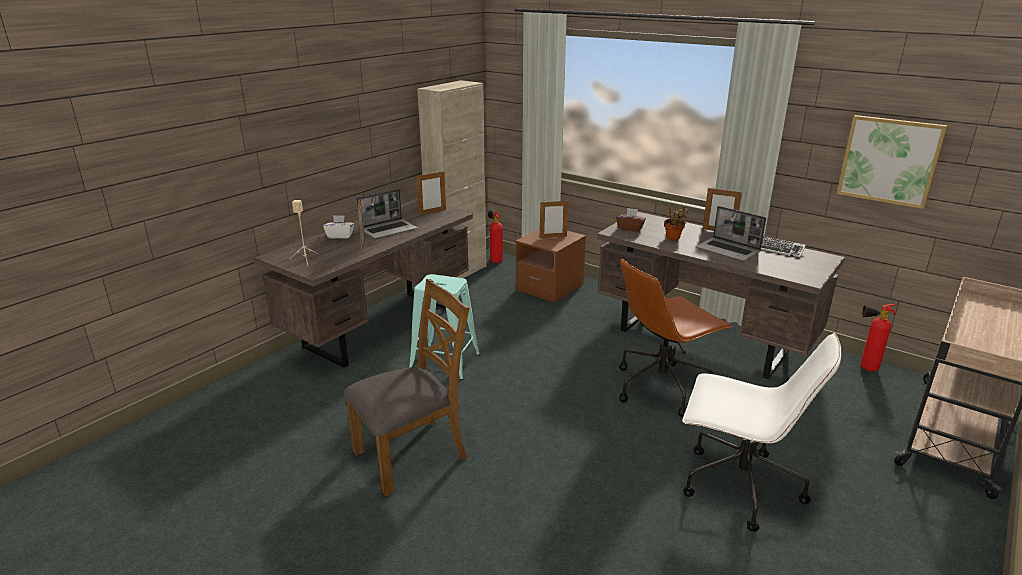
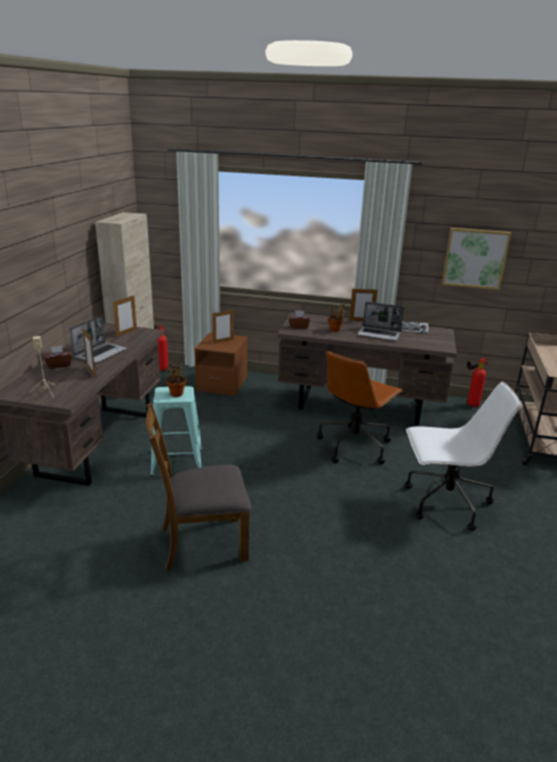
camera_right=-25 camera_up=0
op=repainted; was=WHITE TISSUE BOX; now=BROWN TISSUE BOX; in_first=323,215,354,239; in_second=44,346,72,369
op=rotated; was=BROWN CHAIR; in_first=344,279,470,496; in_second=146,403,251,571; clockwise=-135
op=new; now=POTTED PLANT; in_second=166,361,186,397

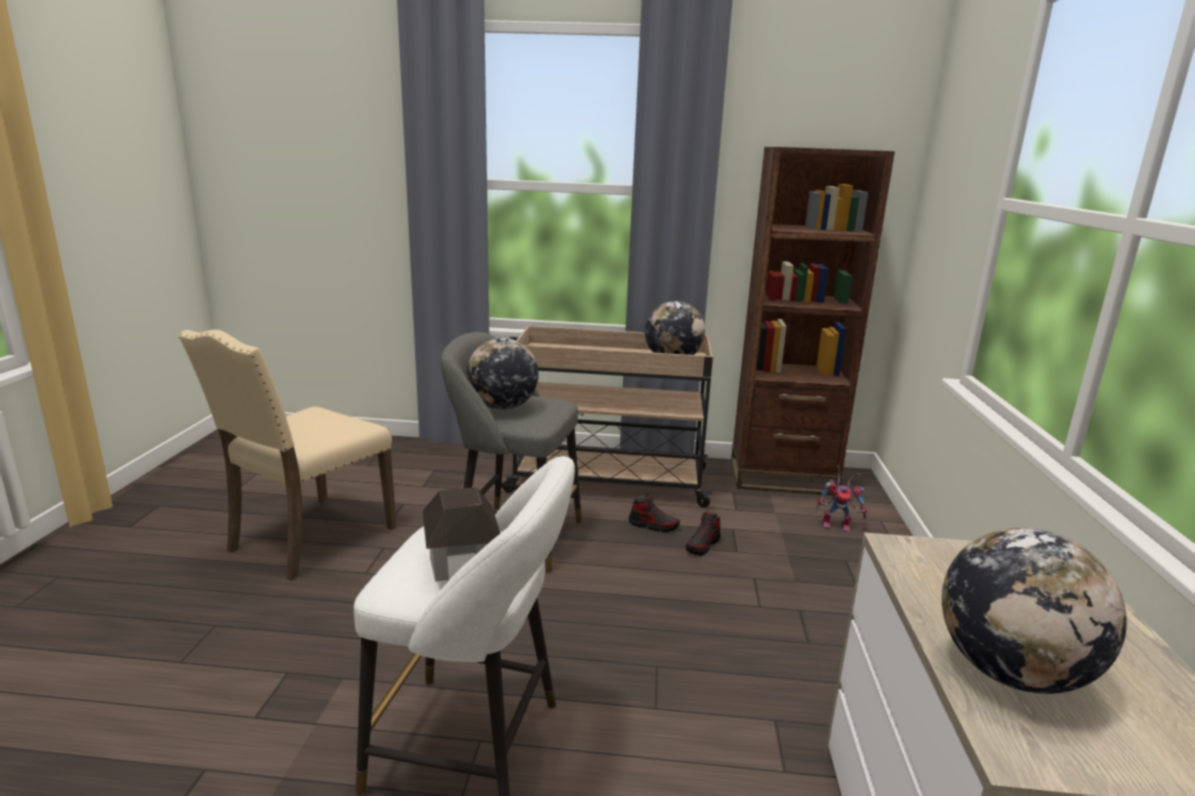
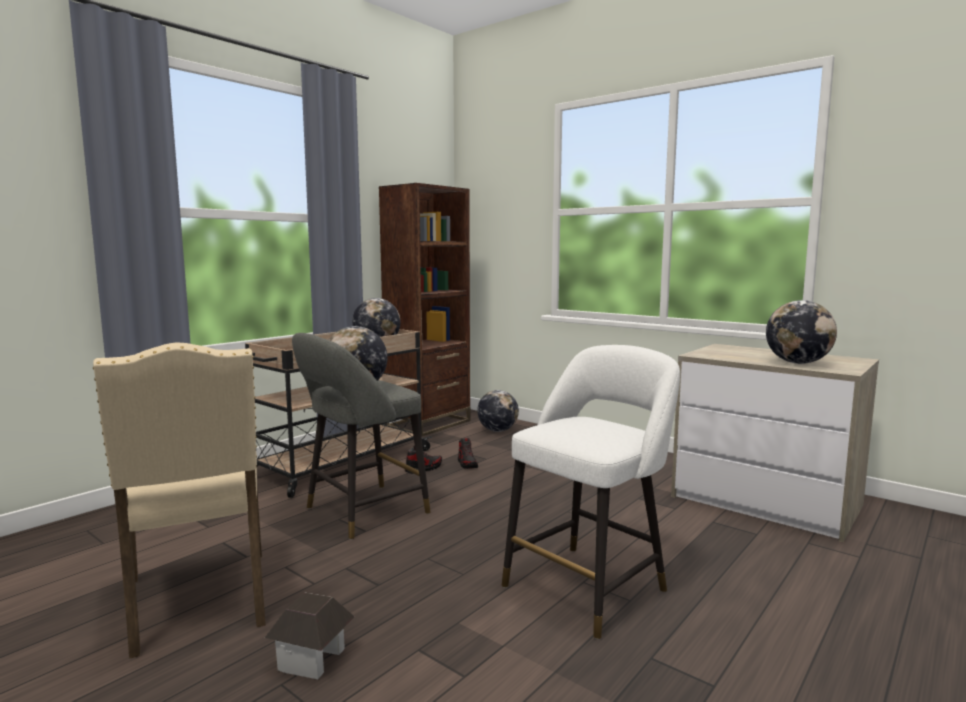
camera_right=-55 camera_up=-10
op=swapped; was=TOY ROBOT; now=GLOBE; in_first=817,465,867,532; in_second=477,390,519,432
op=shifted; was=TOY HOUSE; in_first=423,487,500,582; in_second=265,593,355,679

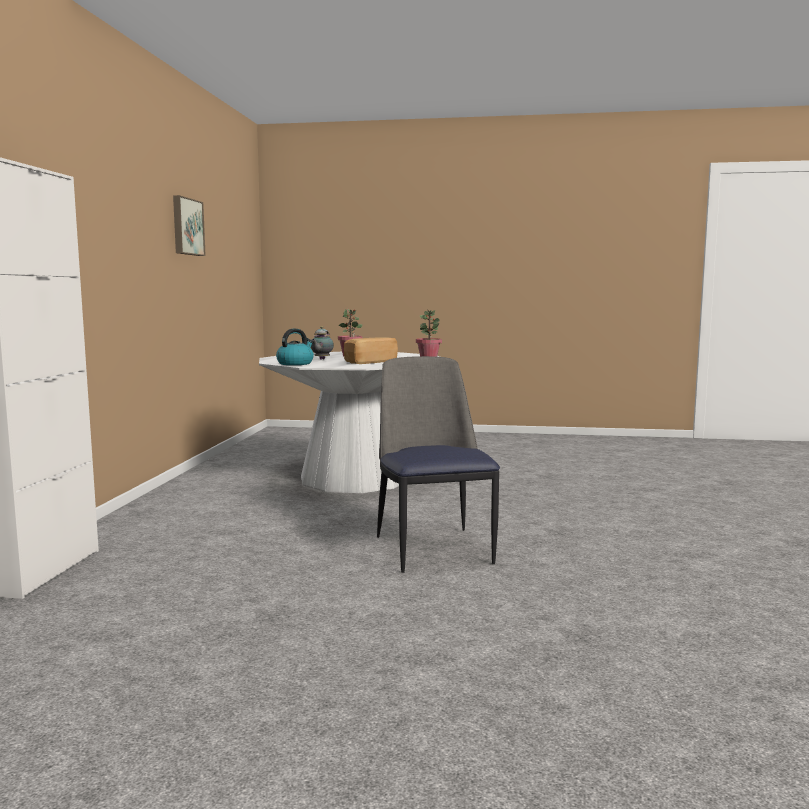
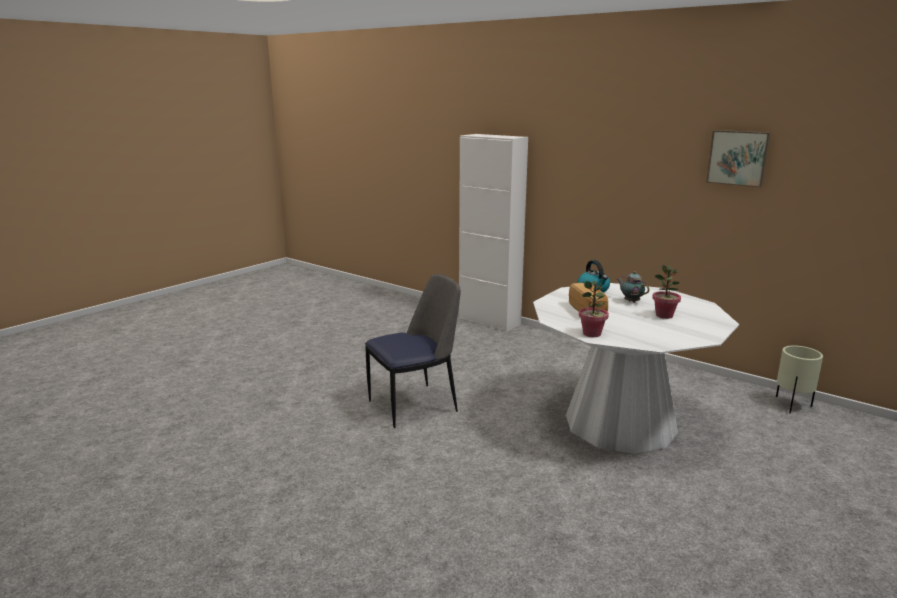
camera_right=120 camera_up=10
op=rotated; was=CHAIR; in_first=377,356,500,573; in_second=365,274,461,428; clockwise=-45
op=new; now=BEIGE PLANTER; in_second=776,345,823,414

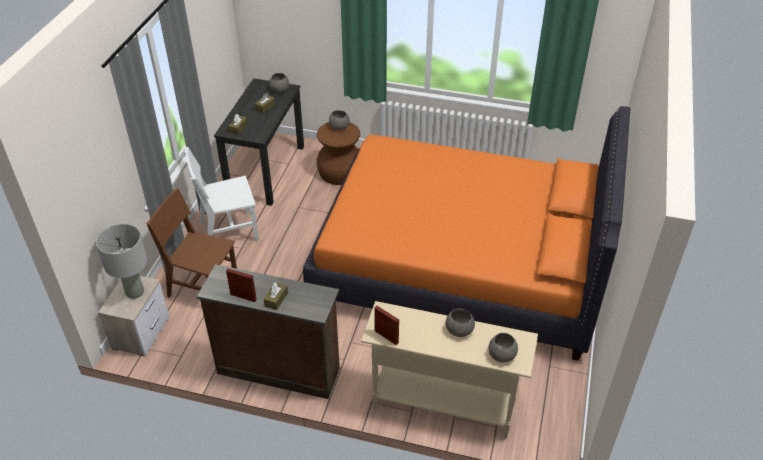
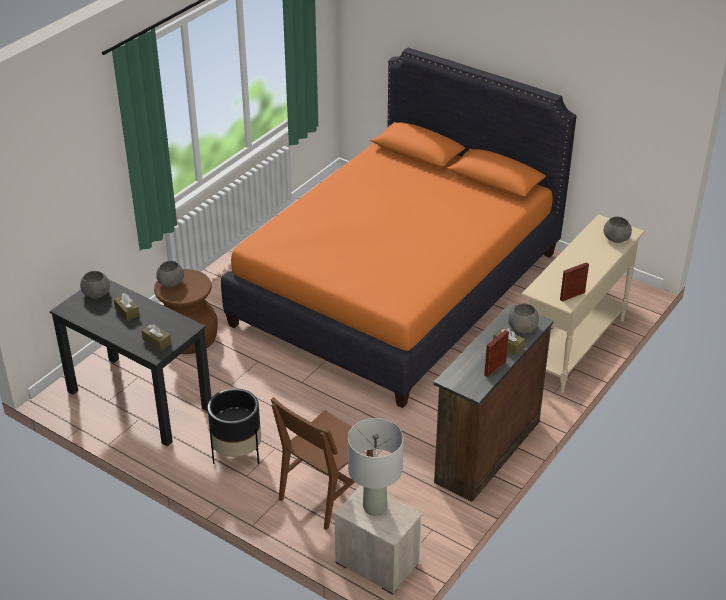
camera_right=-70 camera_up=-5
op=swapped; was=WHITE CHAIR; now=BLACK PLANTER; in_first=184,147,259,241; in_second=207,388,261,464
op=shifted; was=GREY BOWL; in_first=446,308,475,337; in_second=508,303,539,333

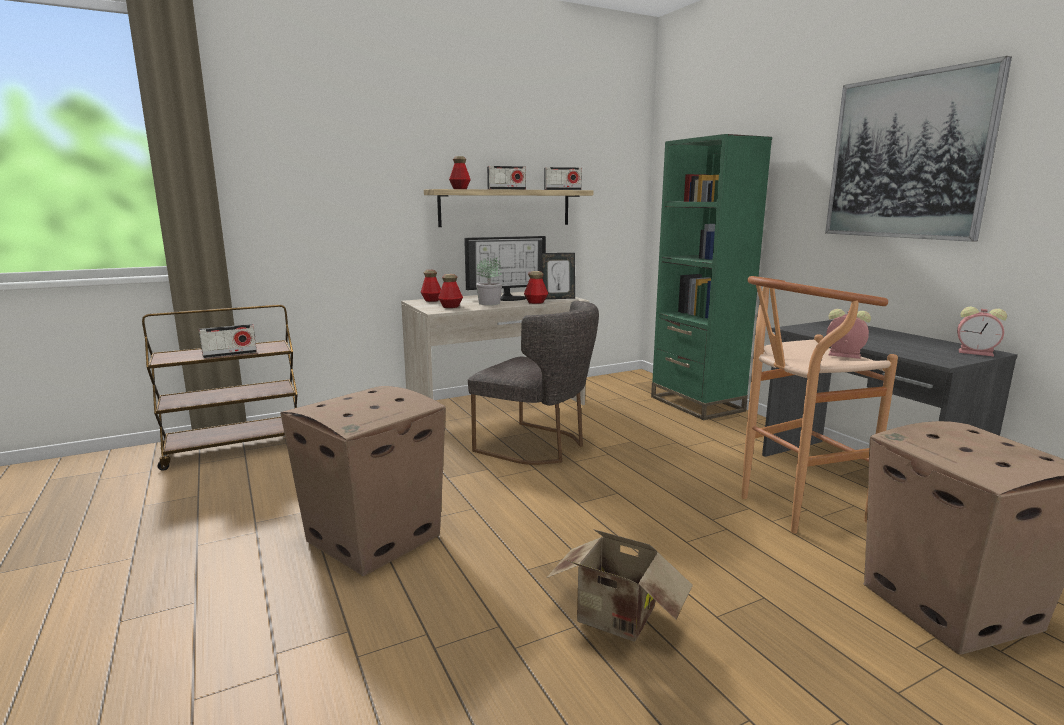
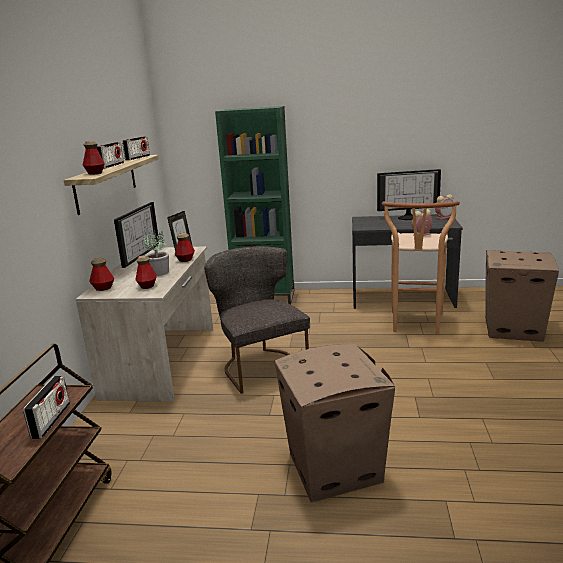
camera_right=-55 camera_up=5
op=gone; was=PICTURE; in_first=825,56,1012,242
op=rotated; was=GREY CHAIR; in_first=468,301,599,465; in_second=204,246,310,394; clockwise=-90
op=gone; was=CARDBOARD BOX; in_first=547,529,693,642
op=new; now=MONITOR; in_second=377,169,441,220

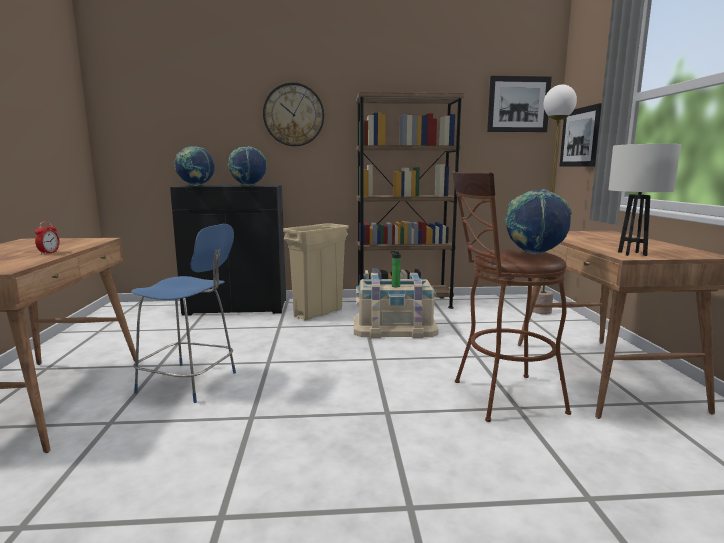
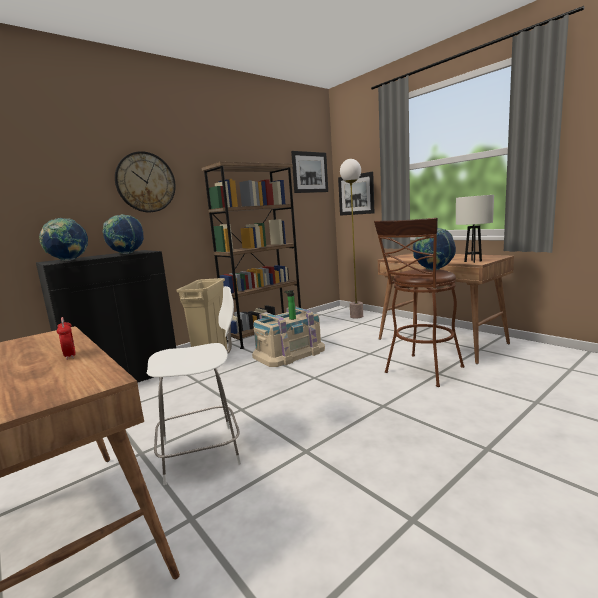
camera_right=-35 camera_up=0
op=repainted; was=BLUE CHAIR; now=WHITE CHAIR; in_first=131,224,236,403; in_second=147,286,241,485

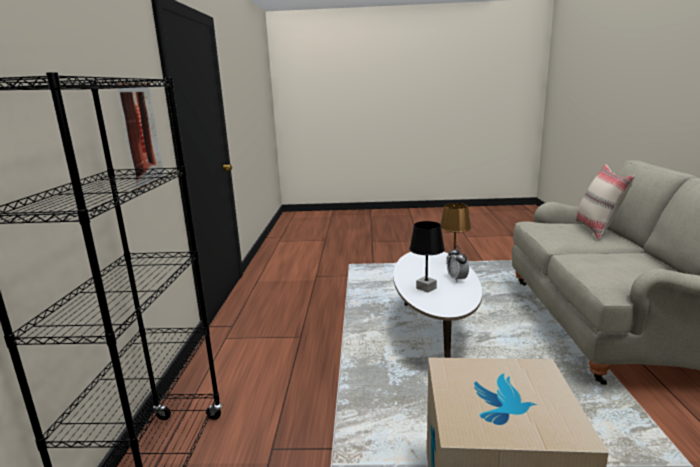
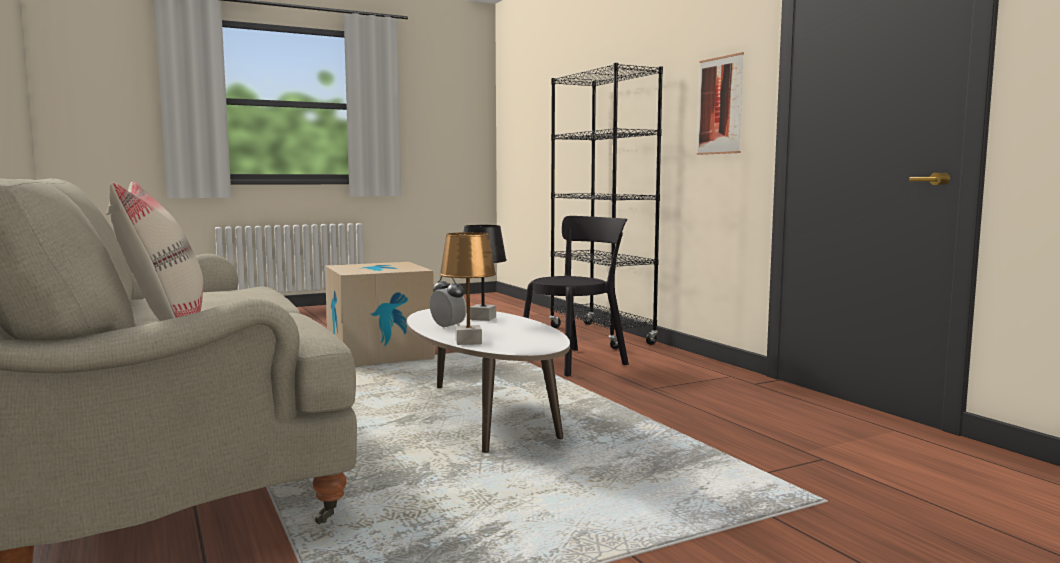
camera_right=150 camera_up=-10
op=new; now=BLACK CHAIR; in_second=523,216,629,377

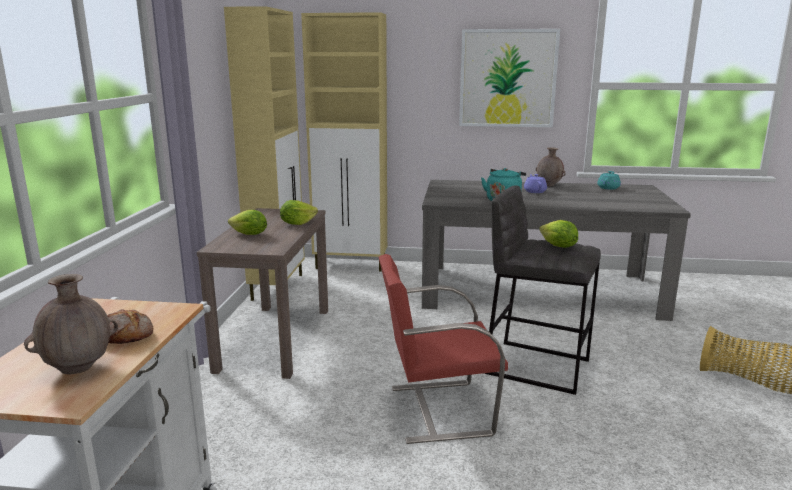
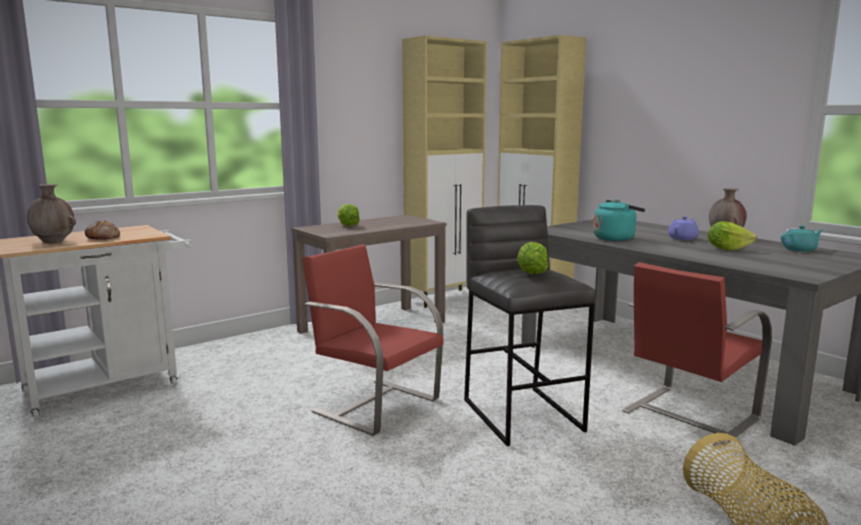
camera_right=45 camera_up=-5
op=gone; was=PICTURE; in_first=459,29,560,127
op=shifted; was=LETTUCE; in_first=280,200,318,225; in_second=708,221,757,251
op=new; now=RED CHAIR; in_second=622,262,772,448

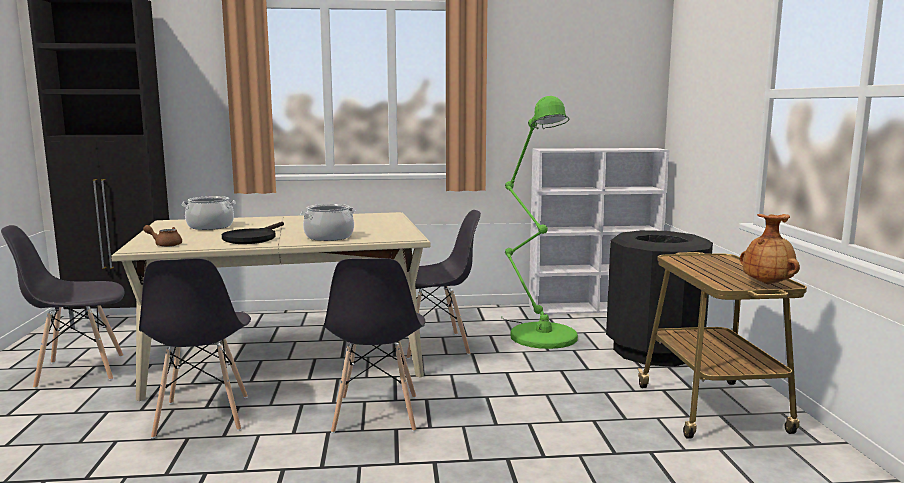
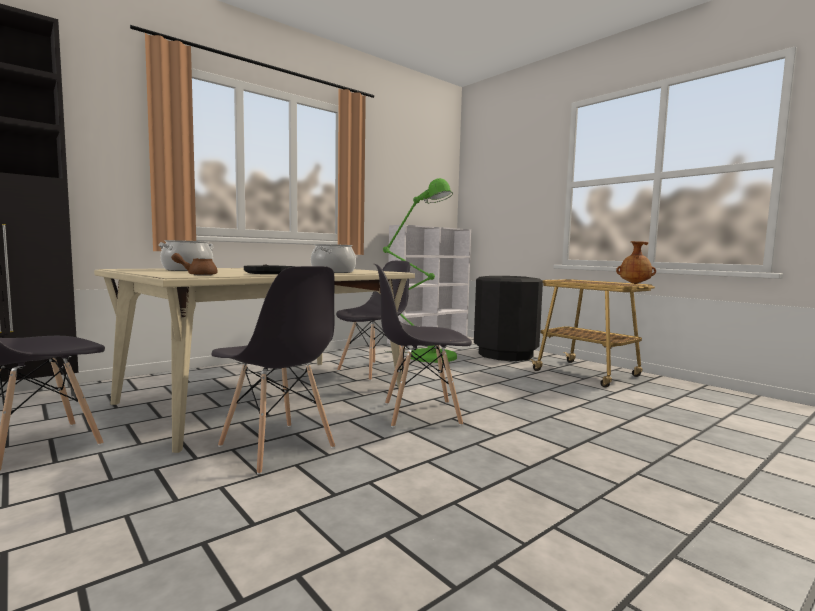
camera_right=-35 camera_up=-5
op=rotated; was=GREY CHAIR; in_first=323,258,425,433; in_second=374,264,472,427; clockwise=120

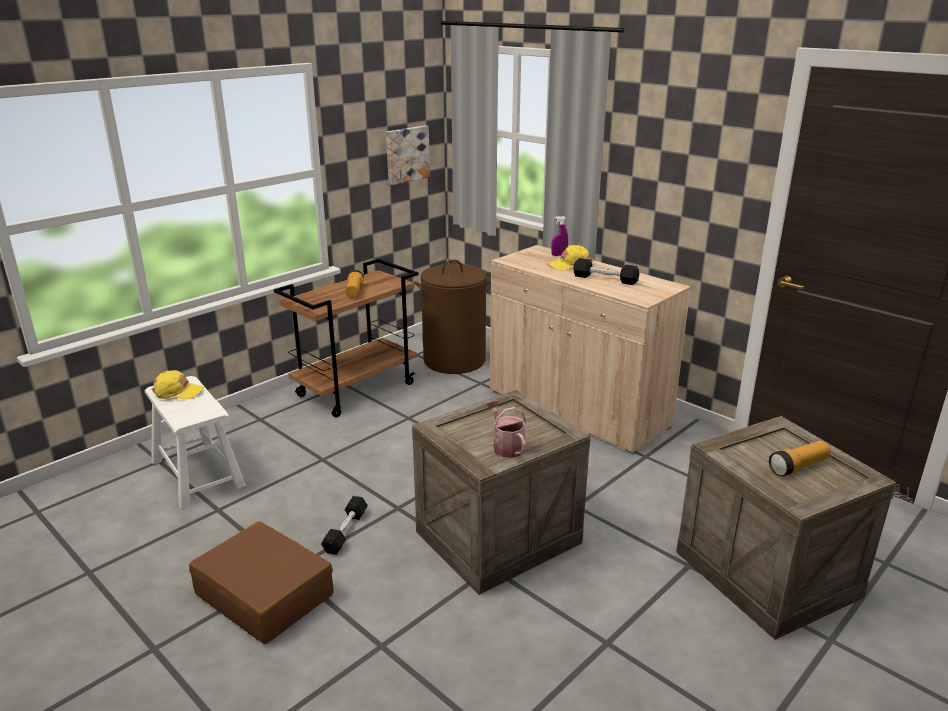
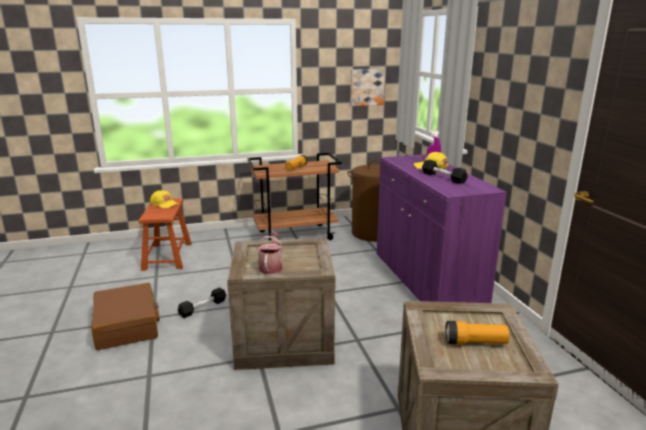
camera_right=30 camera_up=-5
op=repainted; was=BEIGE CABINET; now=PURPLE CABINET; in_first=490,245,691,454; in_second=376,154,507,303
op=repainted; was=WHITE STOOL; now=BROWN STOOL; in_first=144,376,246,509; in_second=139,198,192,271

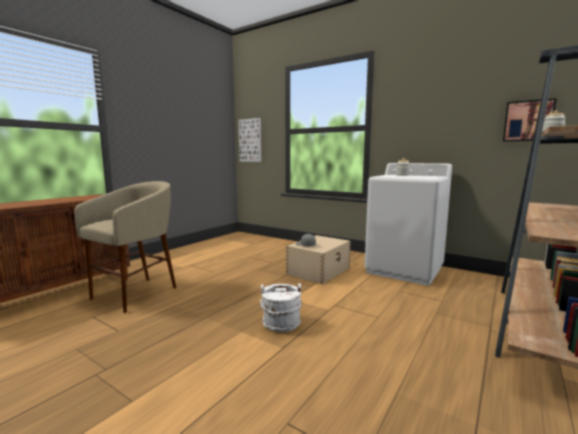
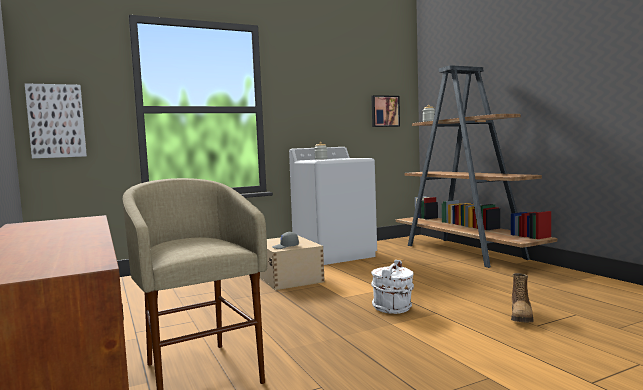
camera_right=-60 camera_up=-5
op=new; now=BOOT; in_second=511,273,534,322

